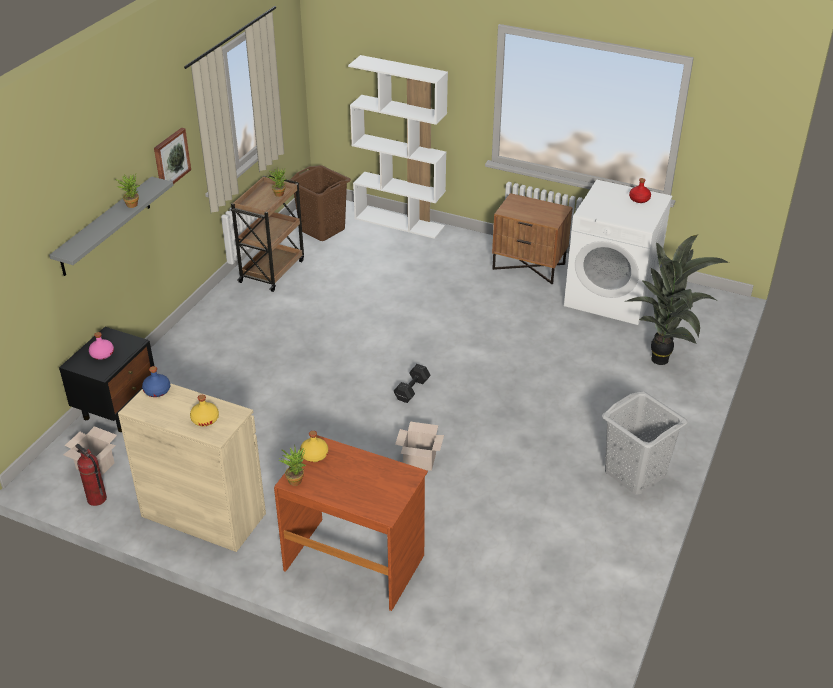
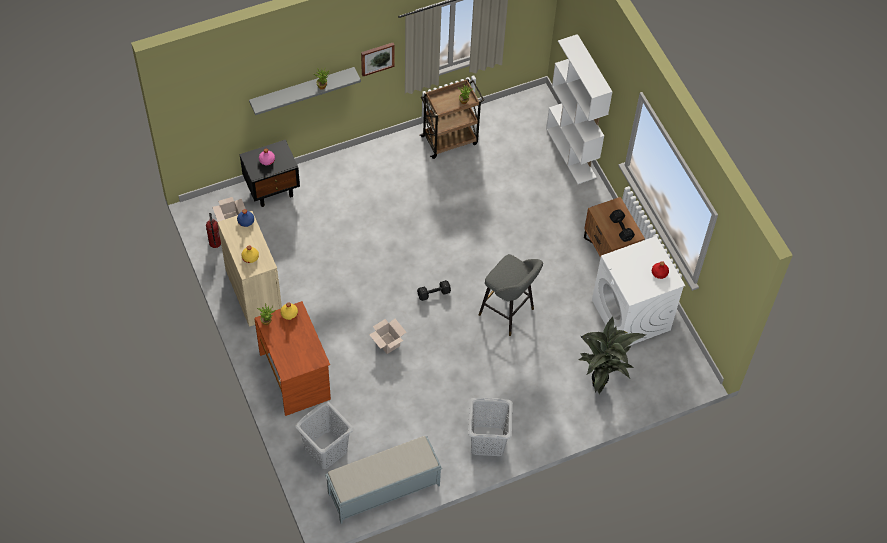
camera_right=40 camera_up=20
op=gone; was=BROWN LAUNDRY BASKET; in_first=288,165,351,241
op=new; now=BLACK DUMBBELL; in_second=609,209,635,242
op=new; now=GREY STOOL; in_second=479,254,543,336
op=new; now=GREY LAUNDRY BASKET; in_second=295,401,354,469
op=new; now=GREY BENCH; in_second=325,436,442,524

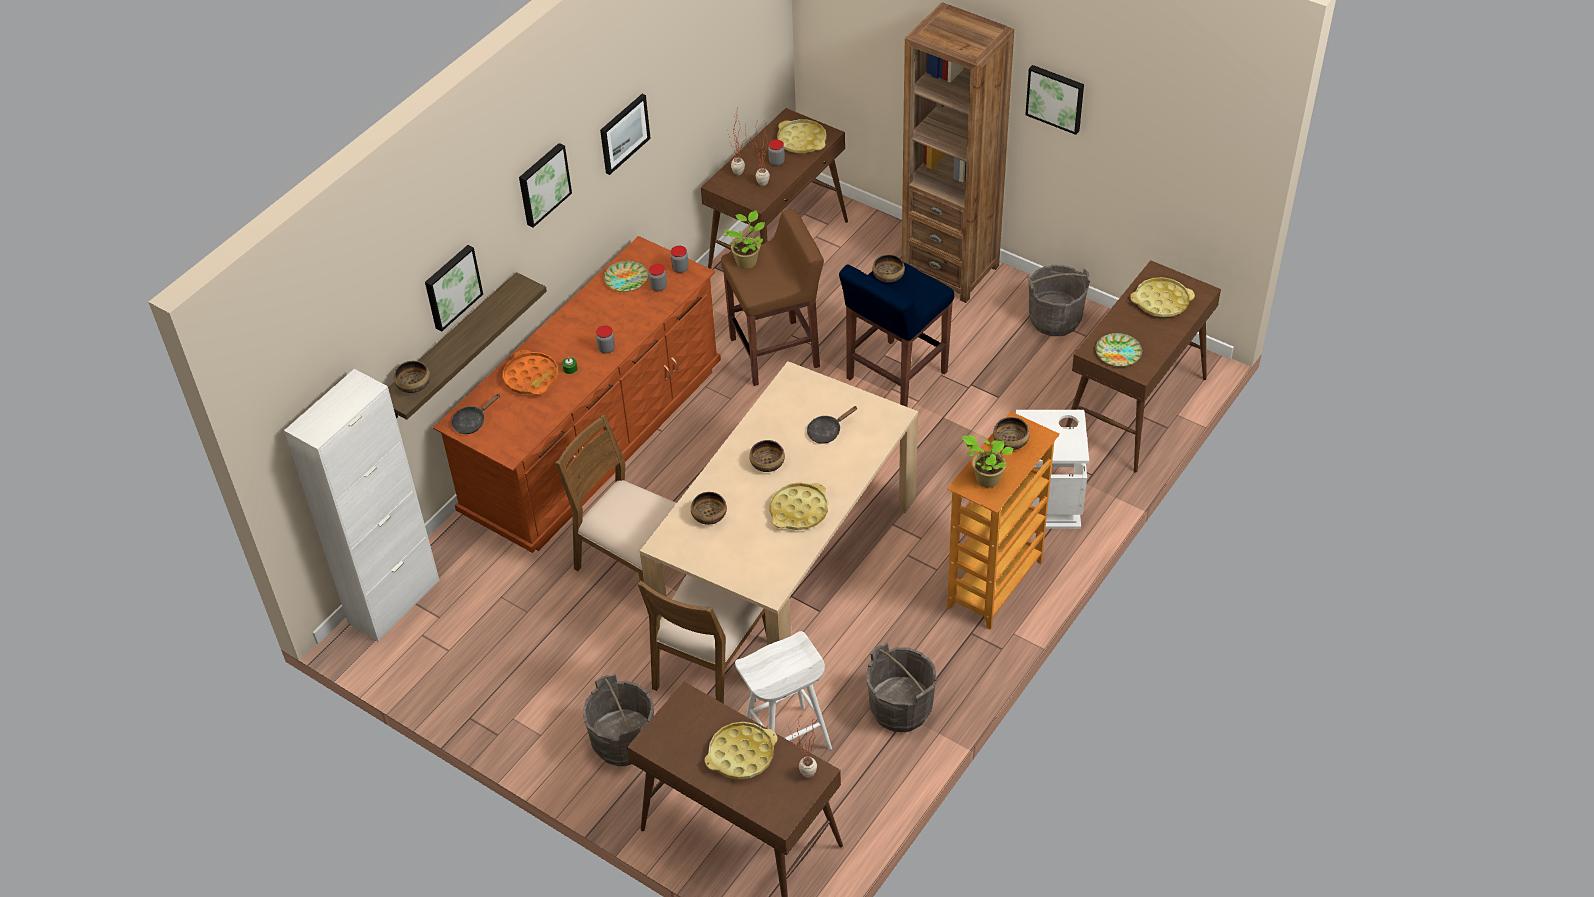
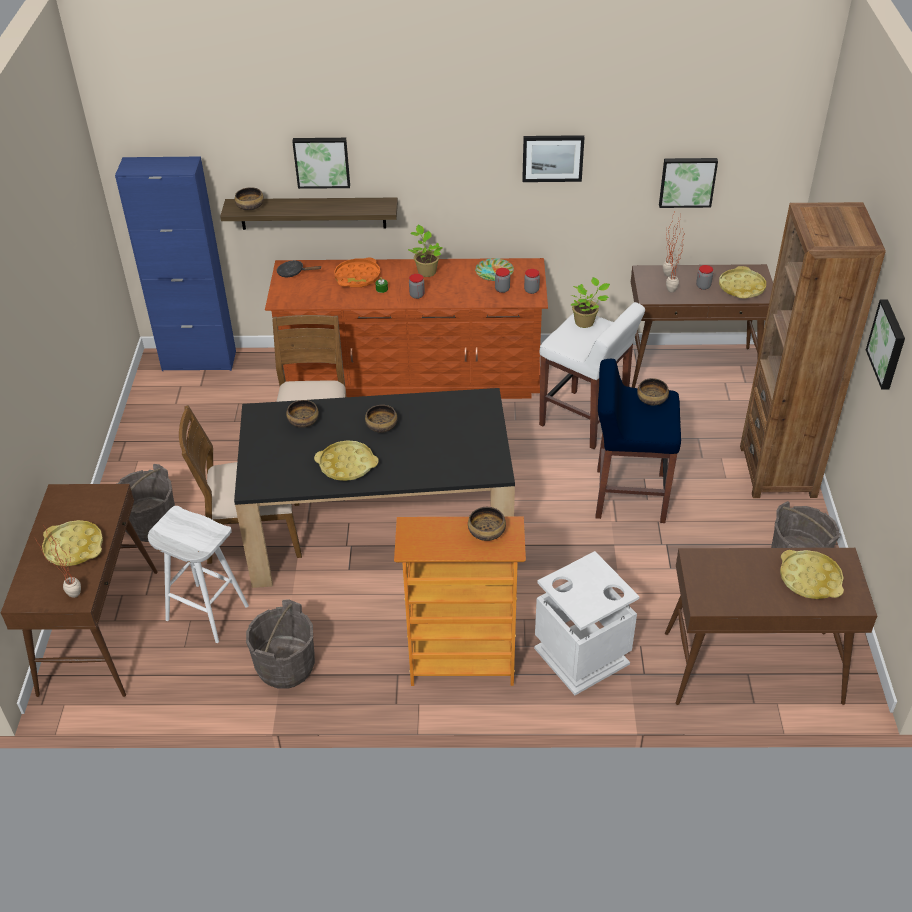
camera_right=55 camera_up=-5
op=shifted; was=PICTURE; in_first=519,143,572,228; in_second=659,158,718,208
op=repainted; was=BROWN STOOL; now=WHITE STOOL; in_first=721,209,824,386; in_second=539,302,645,449
op=gone; was=PLATE; in_first=1095,333,1142,367
op=repainted; was=BEIGE DINING TABLE; now=BLACK DINING TABLE; in_first=640,361,918,645; in_second=234,388,515,588
op=repainted; was=WHITE CABINET; now=BLUE CABINET; in_first=284,369,440,642; in_second=115,156,236,371
op=gone; was=BLACK FRYING PAN; in_first=807,406,857,444
op=shifted; was=POTTED PLANT; in_first=961,435,1014,488; in_second=408,224,443,277

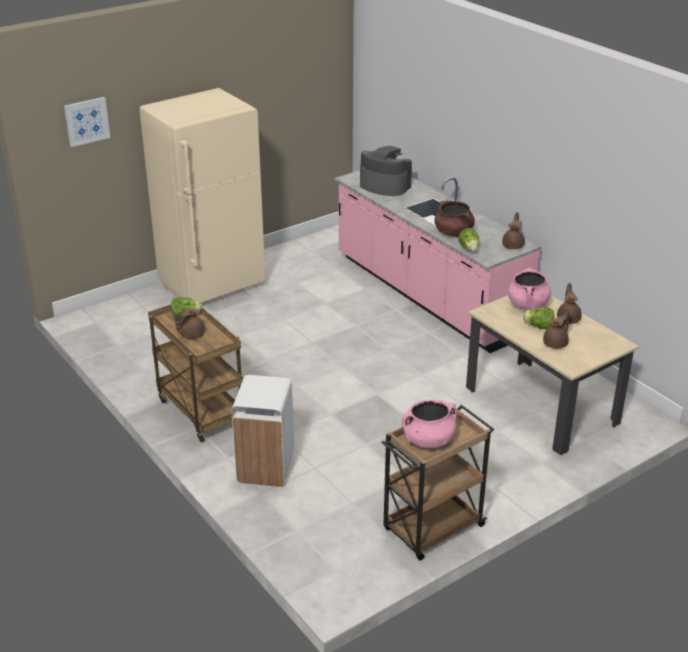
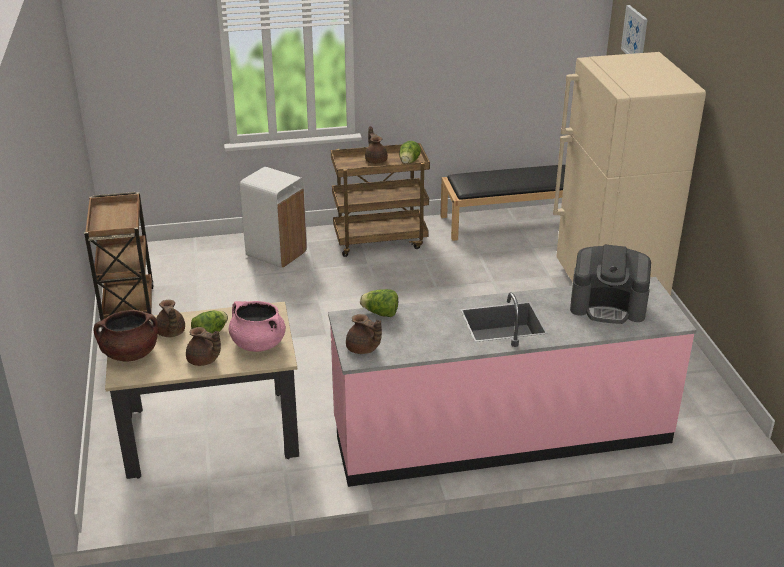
camera_right=115 camera_up=0
op=rotated; was=COFFEE MACHINE; in_first=360,146,412,196; in_second=570,245,651,324; clockwise=45
op=shifted; was=BROWN COOKING POT; in_first=434,201,475,237; in_second=94,310,158,362
op=gone; was=PINK COOKING POT; in_first=402,400,457,449
op=new; now=BLACK BENCH; in_second=440,165,566,241

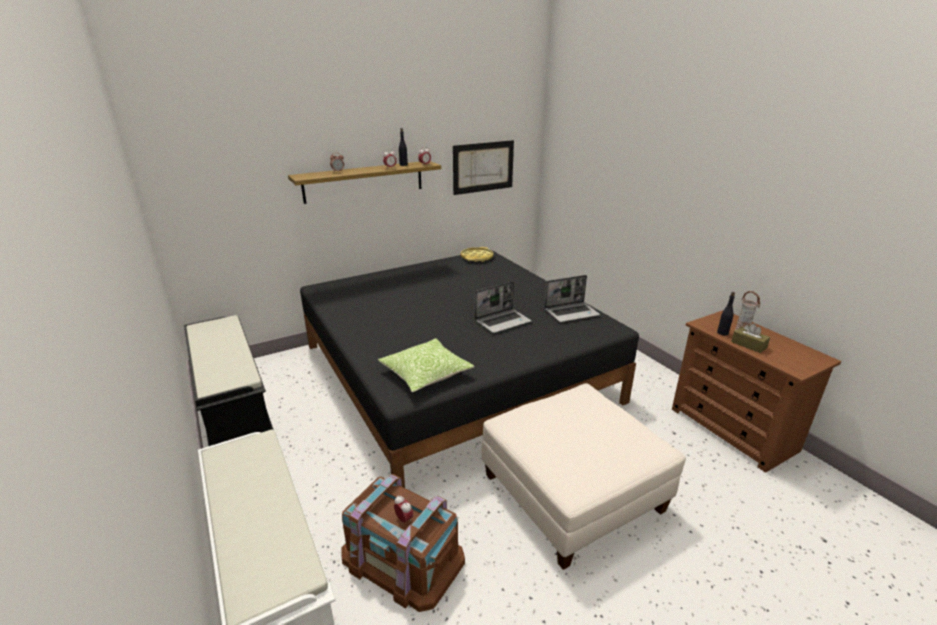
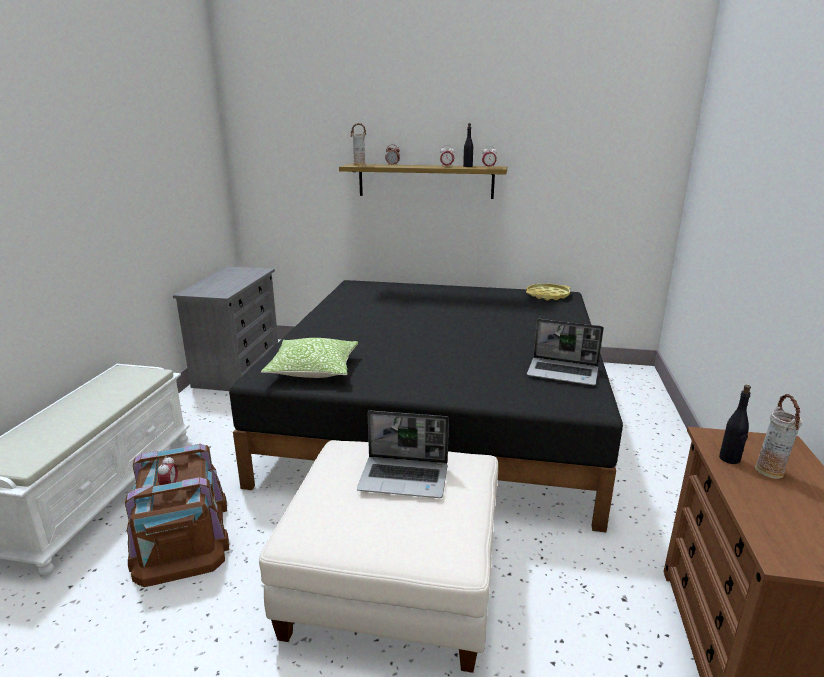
camera_right=40 camera_up=-5
op=gone; was=PICTURE; in_first=453,140,514,195
op=shifted; was=LAPTOP; in_first=475,281,532,333; in_second=357,411,449,498
op=swapped; was=BLACK BENCH; now=GREY DRESSER; in_first=184,315,274,446; in_second=173,267,278,391
op=gone; was=BROWN TISSUE BOX; in_first=731,323,770,353
op=new; now=VASE; in_second=351,123,366,166

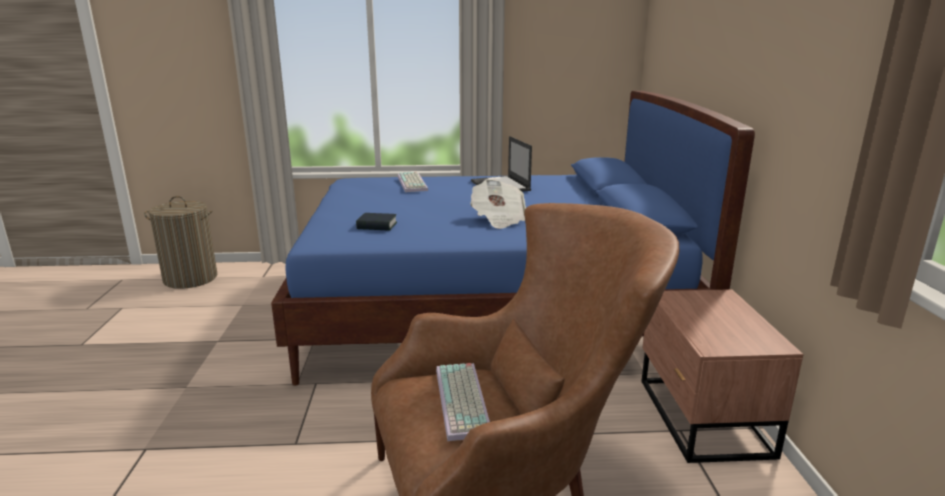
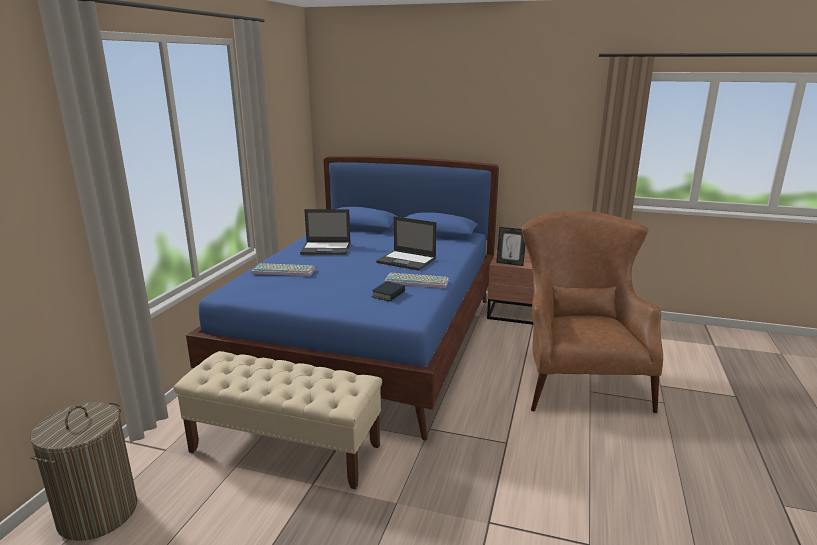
camera_right=-70 camera_up=0
op=swapped; was=NEWSPAPER; now=LAPTOP; in_first=470,179,526,229; in_second=376,216,436,271
op=shifted; was=KEYBOARD; in_first=436,363,490,441; in_second=384,273,449,288
op=new; now=PICTURE FRAME; in_second=496,227,525,266
op=new; now=BEIGE BENCH; in_second=174,351,382,489

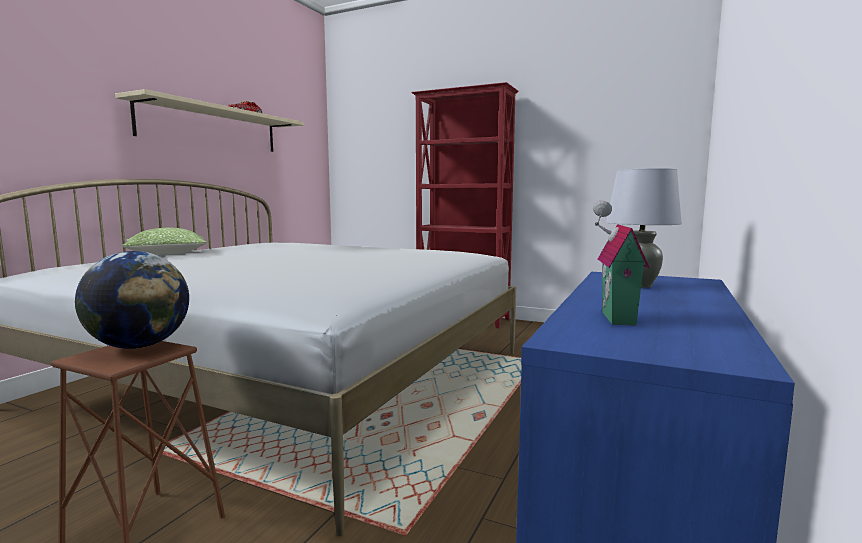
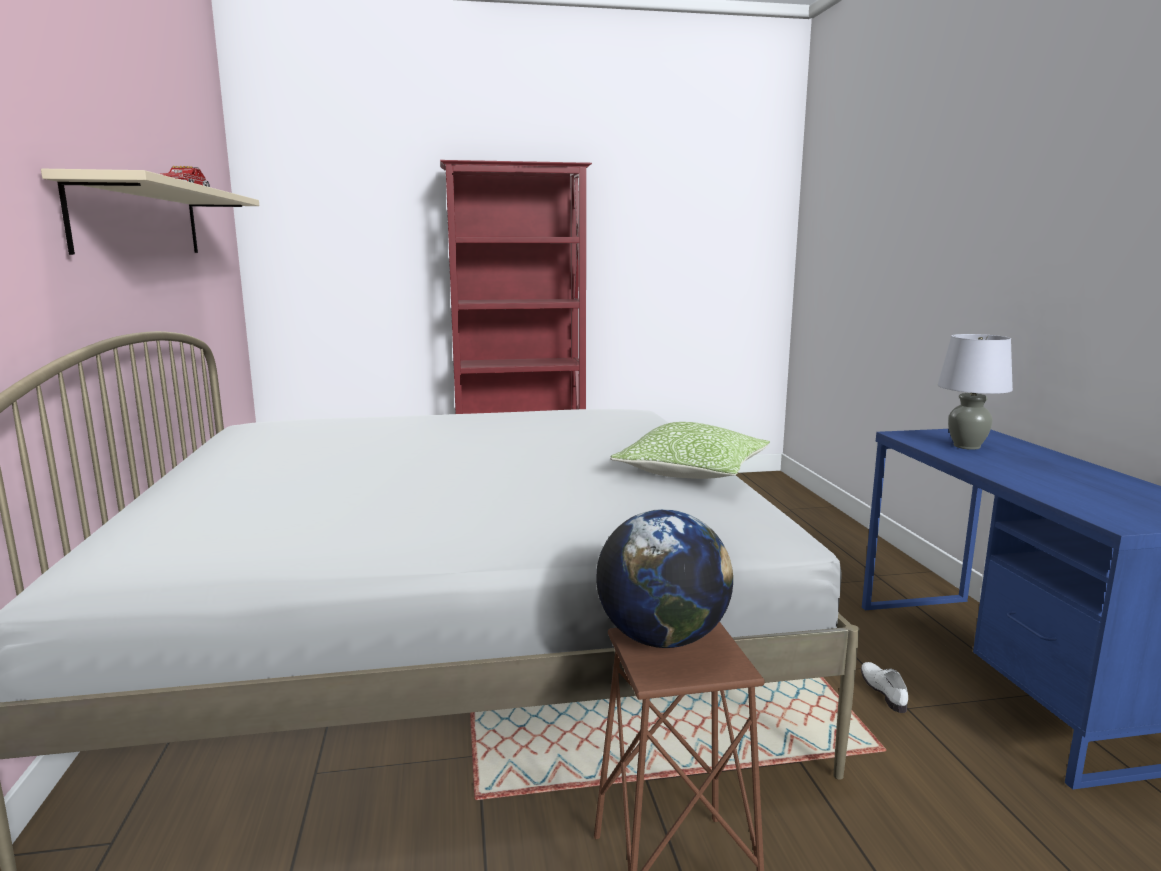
camera_right=-35 camera_up=5
op=gone; was=TOY HOUSE; in_first=593,201,650,326
op=shifted; was=PILLOW; in_first=121,228,207,255; in_second=610,422,770,479
op=new; now=WHITE SHOE; in_second=861,662,908,713

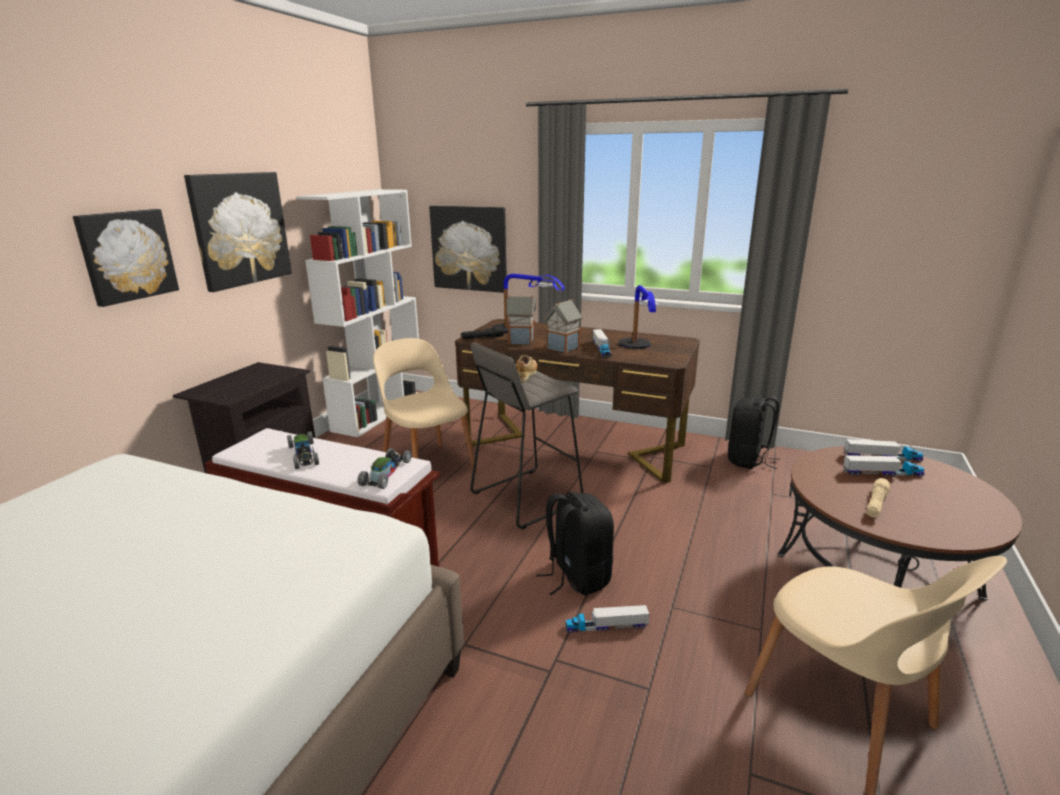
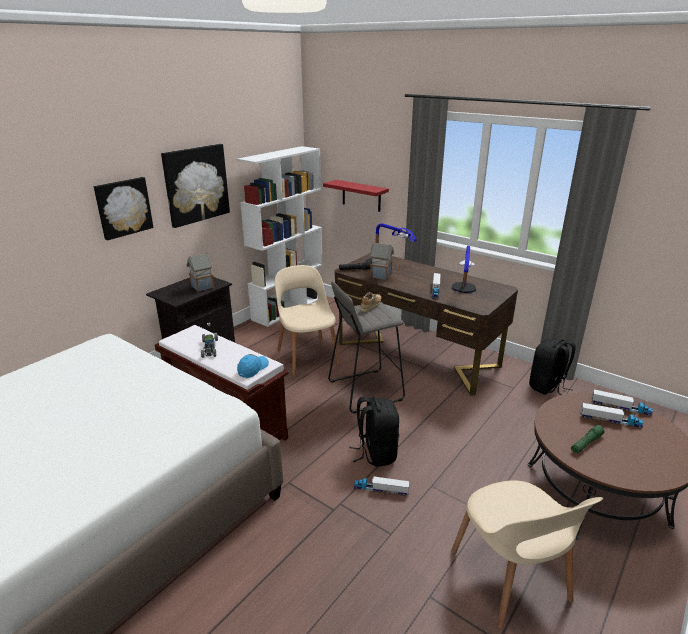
camera_right=15 camera_up=5
op=swapped; was=PICTURE; now=RED SHELF; in_first=429,206,507,293; in_second=323,180,389,212
op=shifted; was=TOY HOUSE; in_first=544,299,583,353; in_second=186,253,214,292
op=swapped; was=TOY CAR; now=BLUE CAP; in_first=358,448,411,489; in_second=237,354,269,378
op=repainted; was=BEIGE FLASHLIGHT; now=GREEN FLASHLIGHT; in_first=866,478,890,517; in_second=571,425,605,454

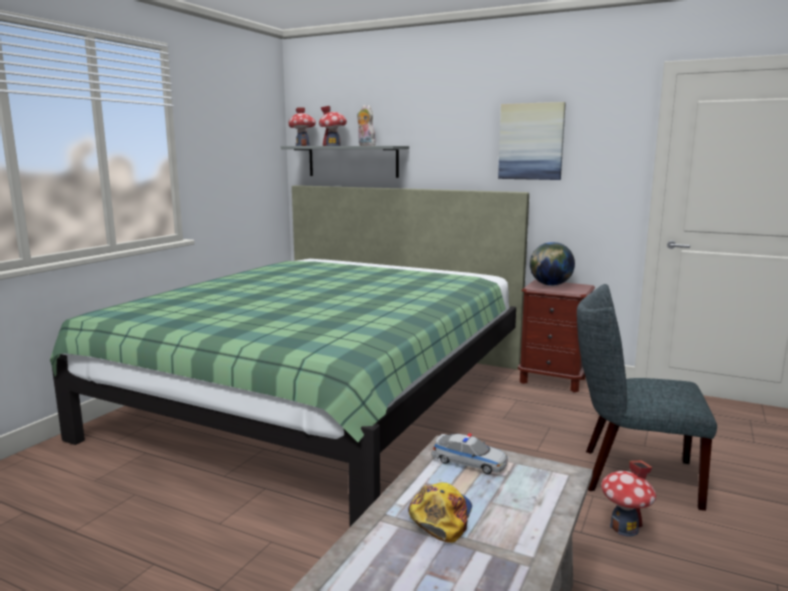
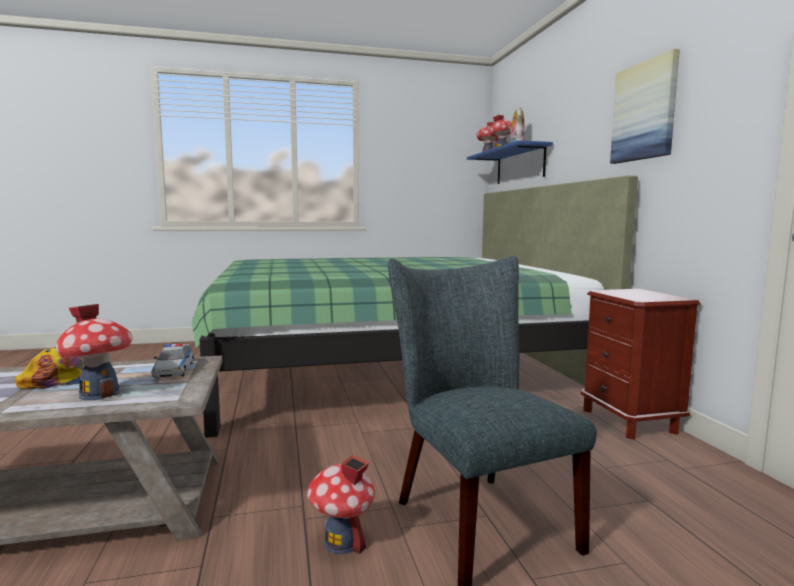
camera_right=50 camera_up=-5
op=repainted; was=GREY SHELF; now=BLUE SHELF; in_first=281,146,409,178; in_second=467,140,553,184
op=gone; was=GLOBE; in_first=530,242,575,286
op=new; now=TOY HOUSE; in_second=56,304,133,400

